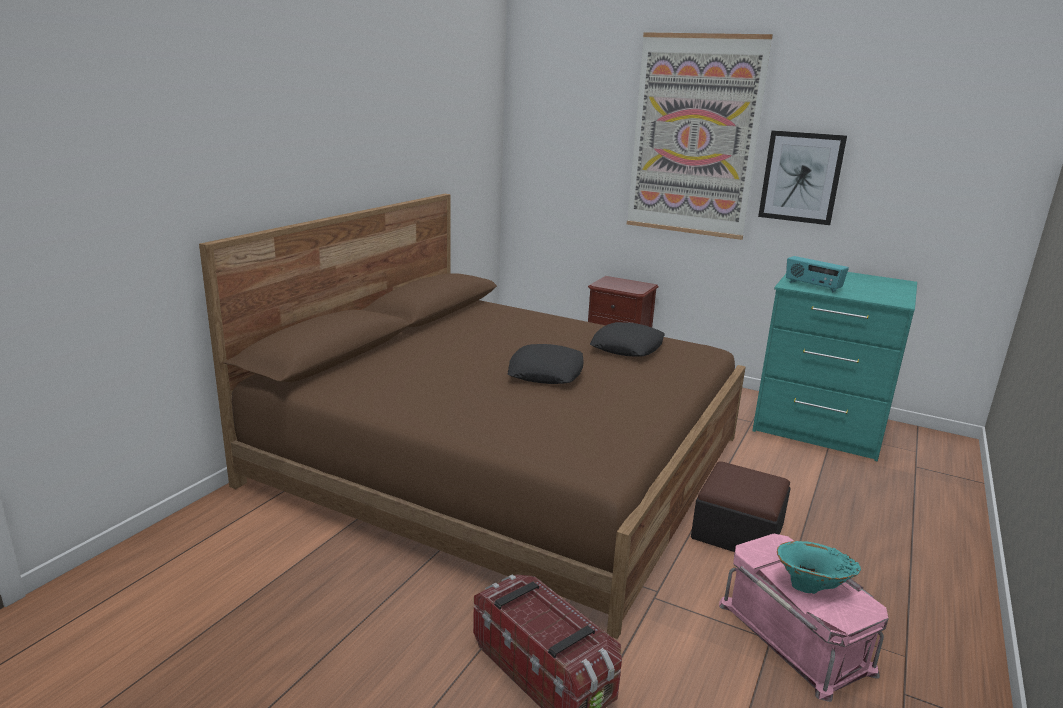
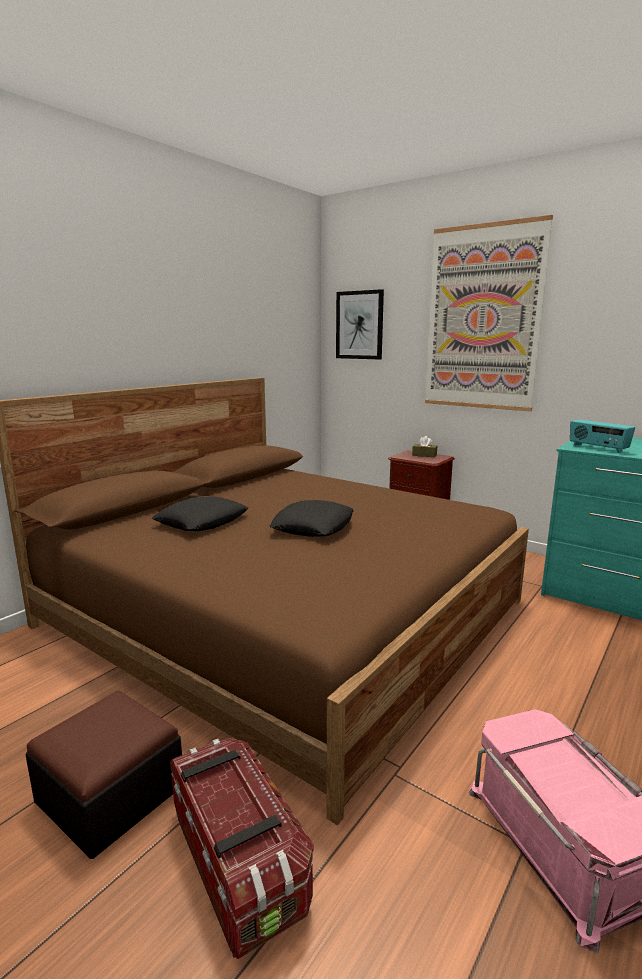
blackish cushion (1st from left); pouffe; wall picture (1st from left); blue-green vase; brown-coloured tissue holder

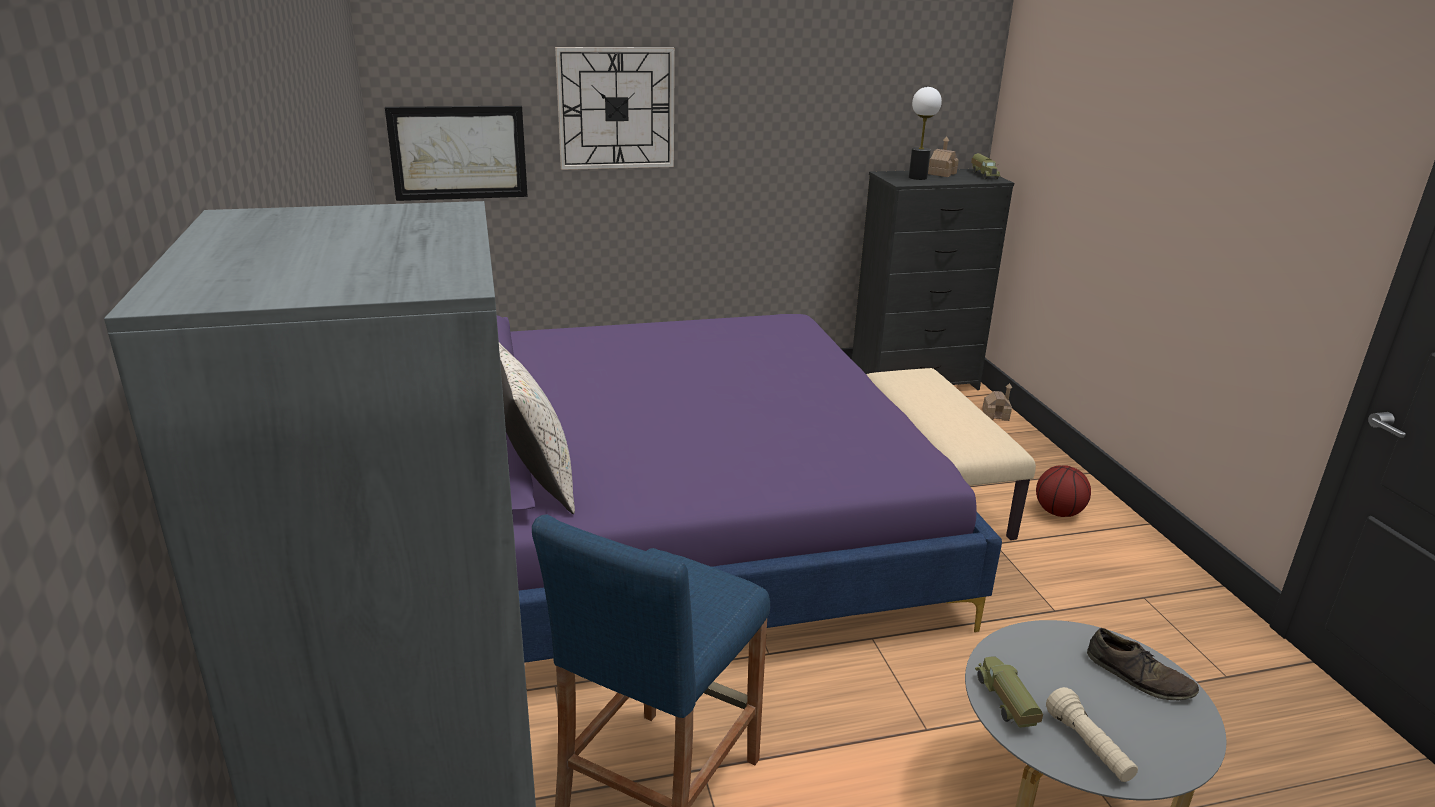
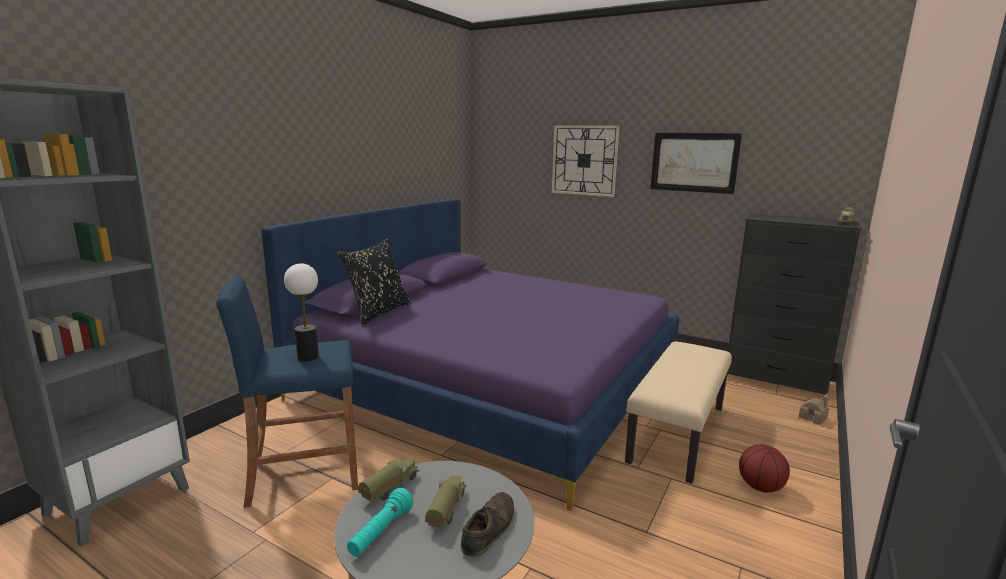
wall picture; blackish cushion; table lamp; toy house (1st from left in the first image); blue-green torch; brown-coloured low shoe; toy lorry (2nd from left)

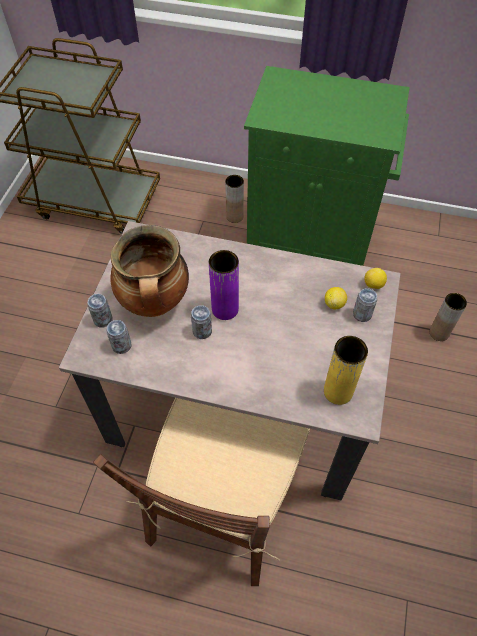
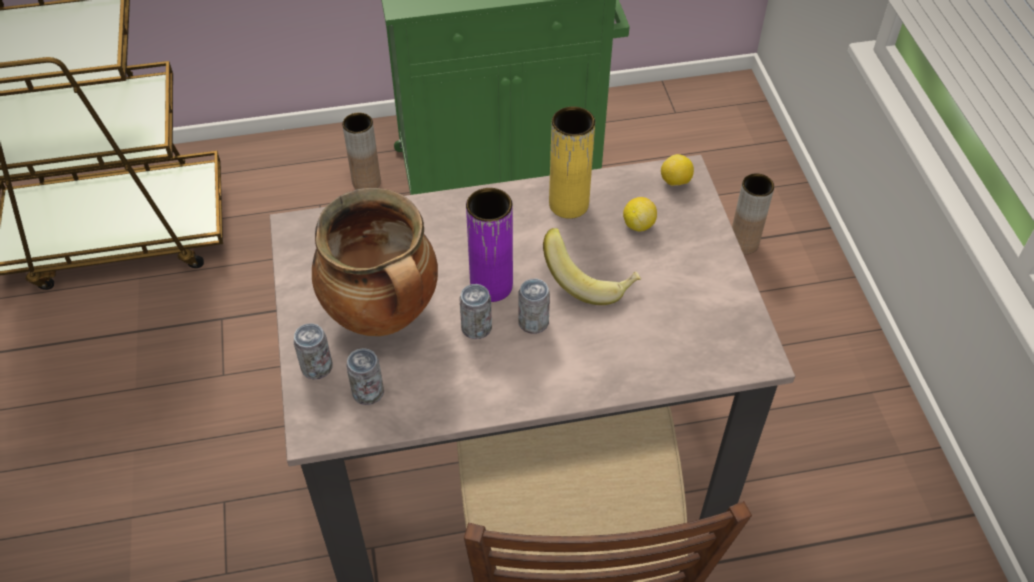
yellowish vase; metal can (4th from left); banana

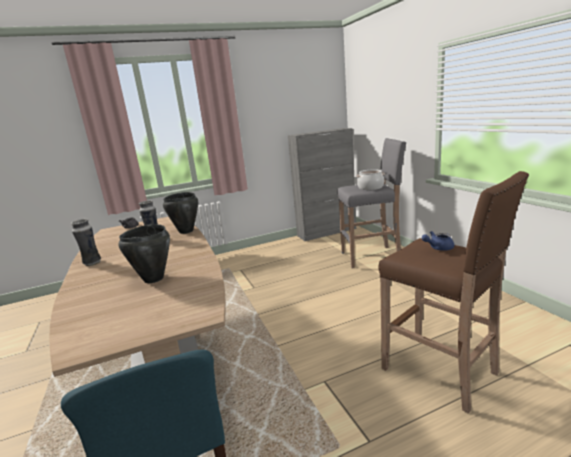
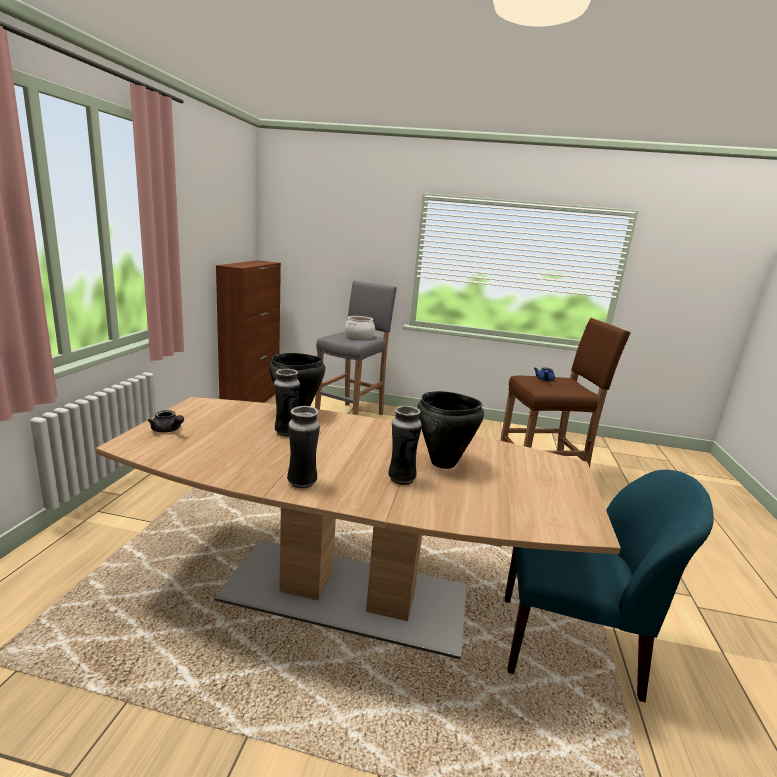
brown-coloured storage cabinet; vase (3rd from left)

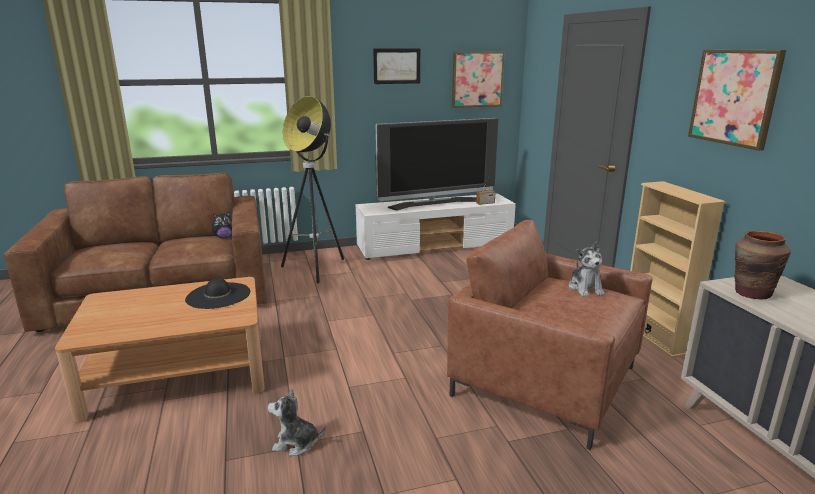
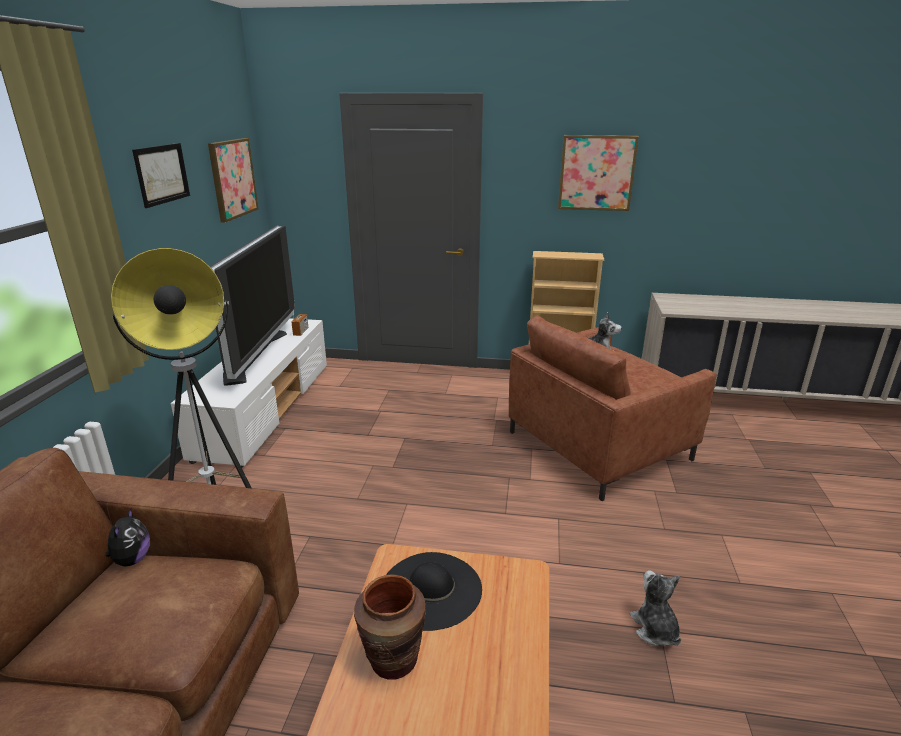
cuddly toy (3rd from left); brown-coloured vase

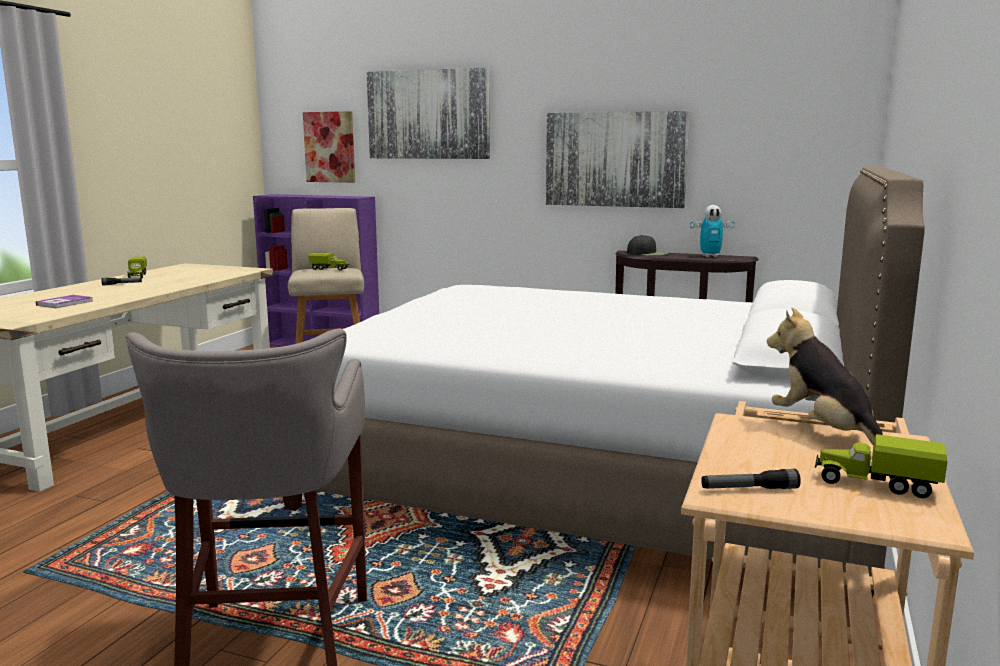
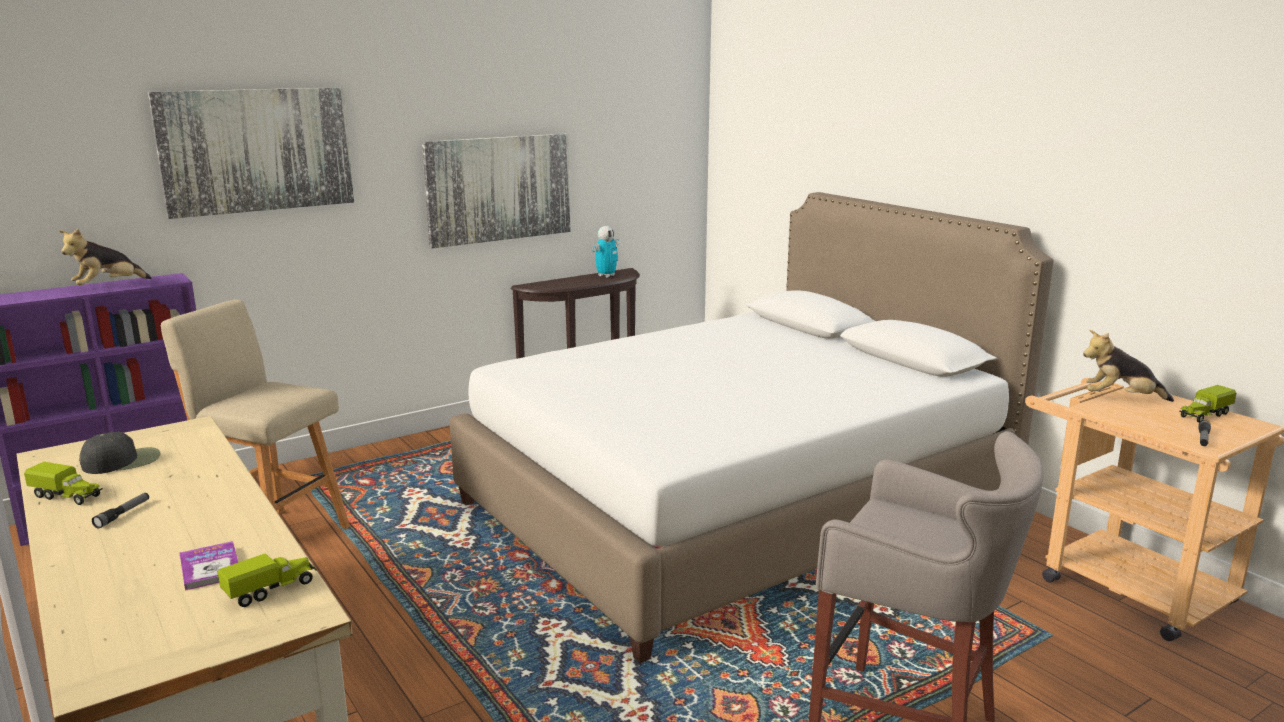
wall picture (1st from left in the first image); toy lorry (2nd from left); blackish cap; cuddly toy (1st from left)

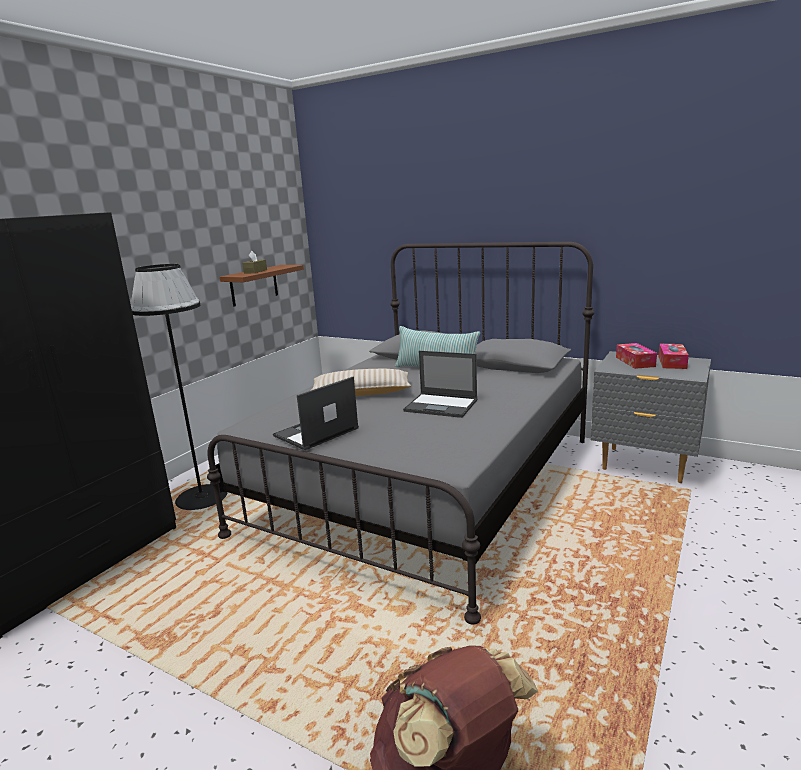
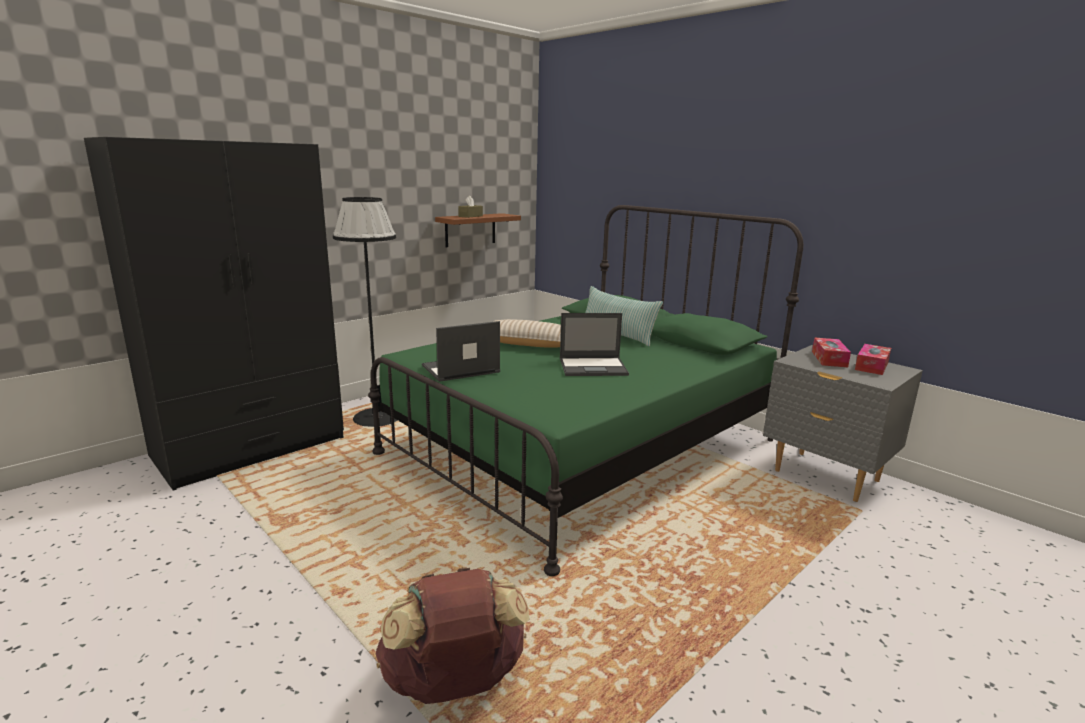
green bedroom bed; portable computer (2nd from left)

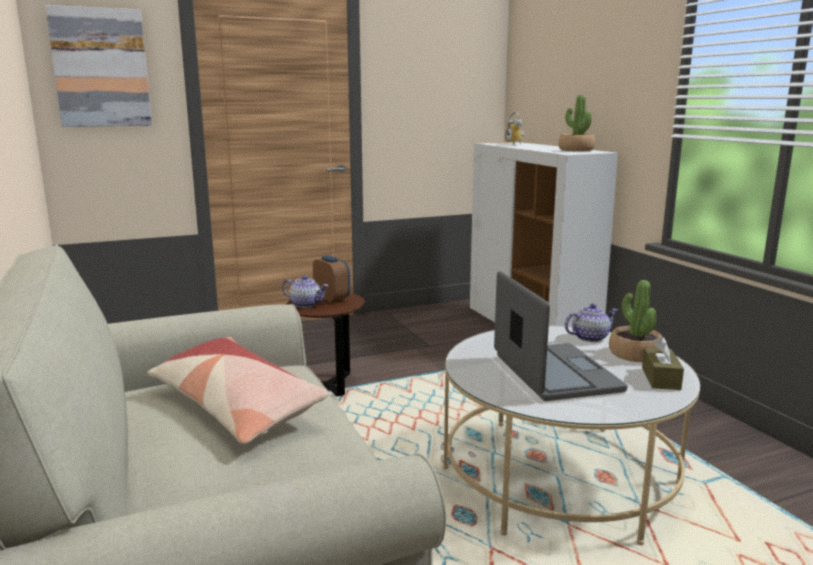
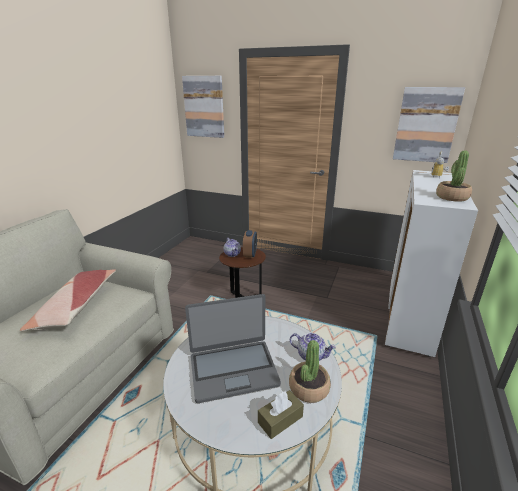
portable computer; wall picture (2nd from left)

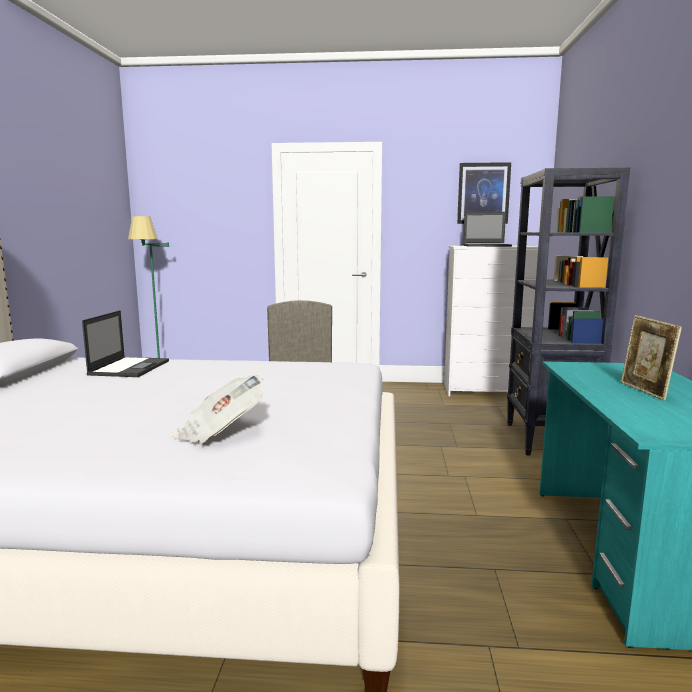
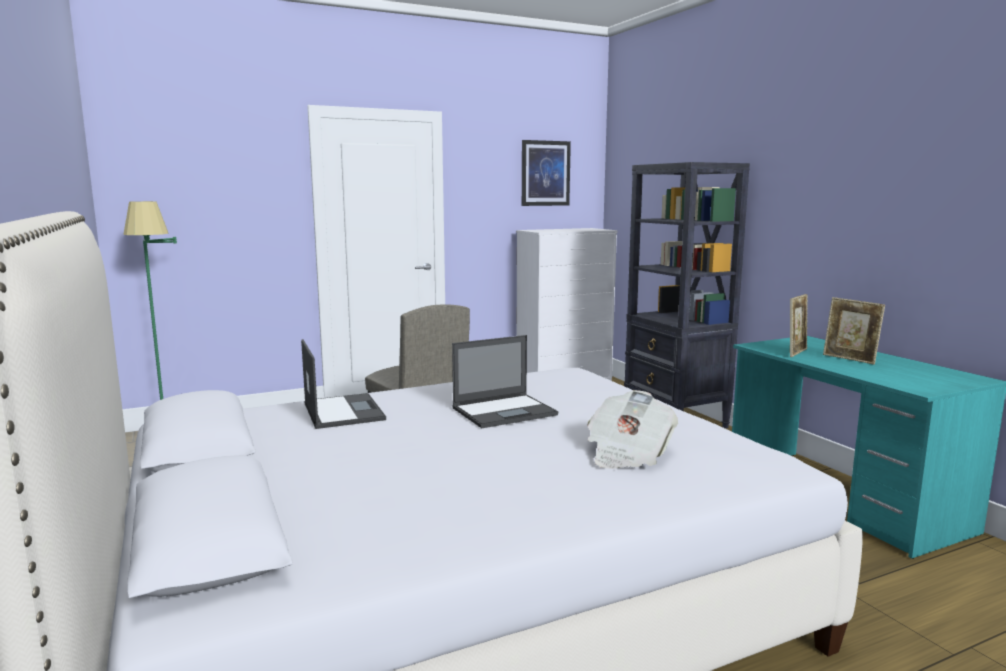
portable computer (2nd from left); photo frame (1st from left)

